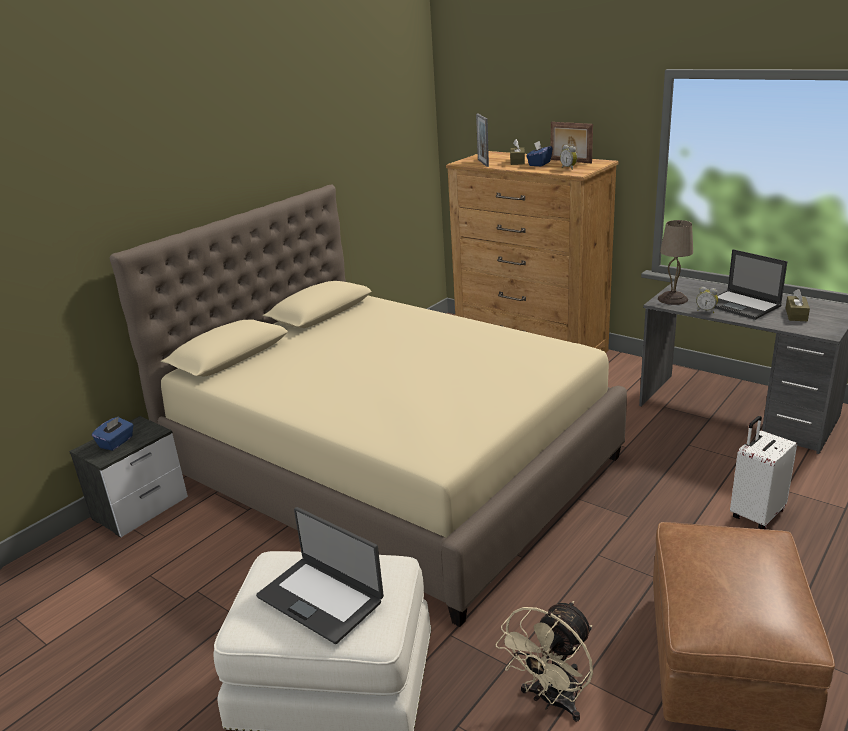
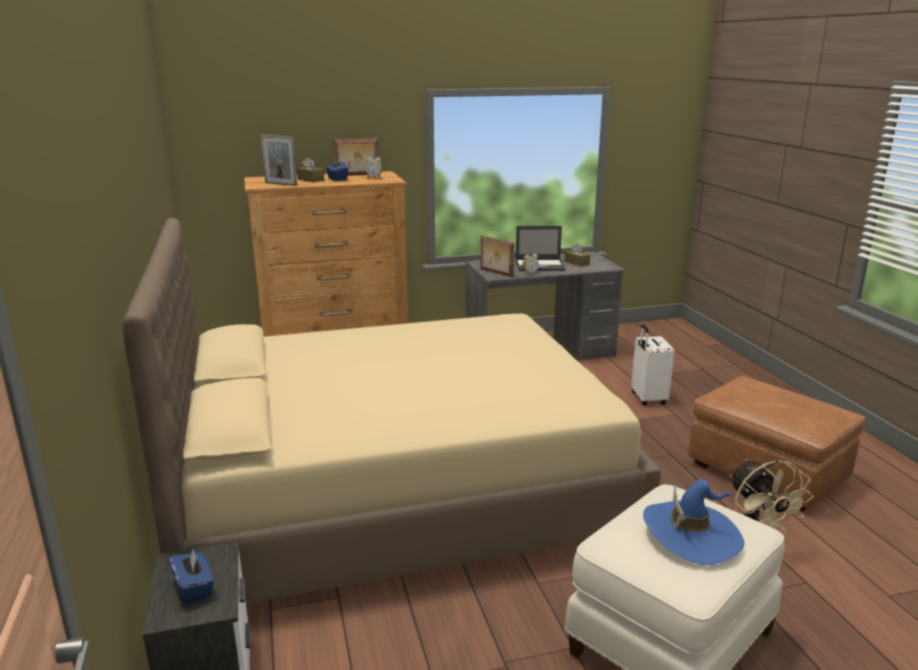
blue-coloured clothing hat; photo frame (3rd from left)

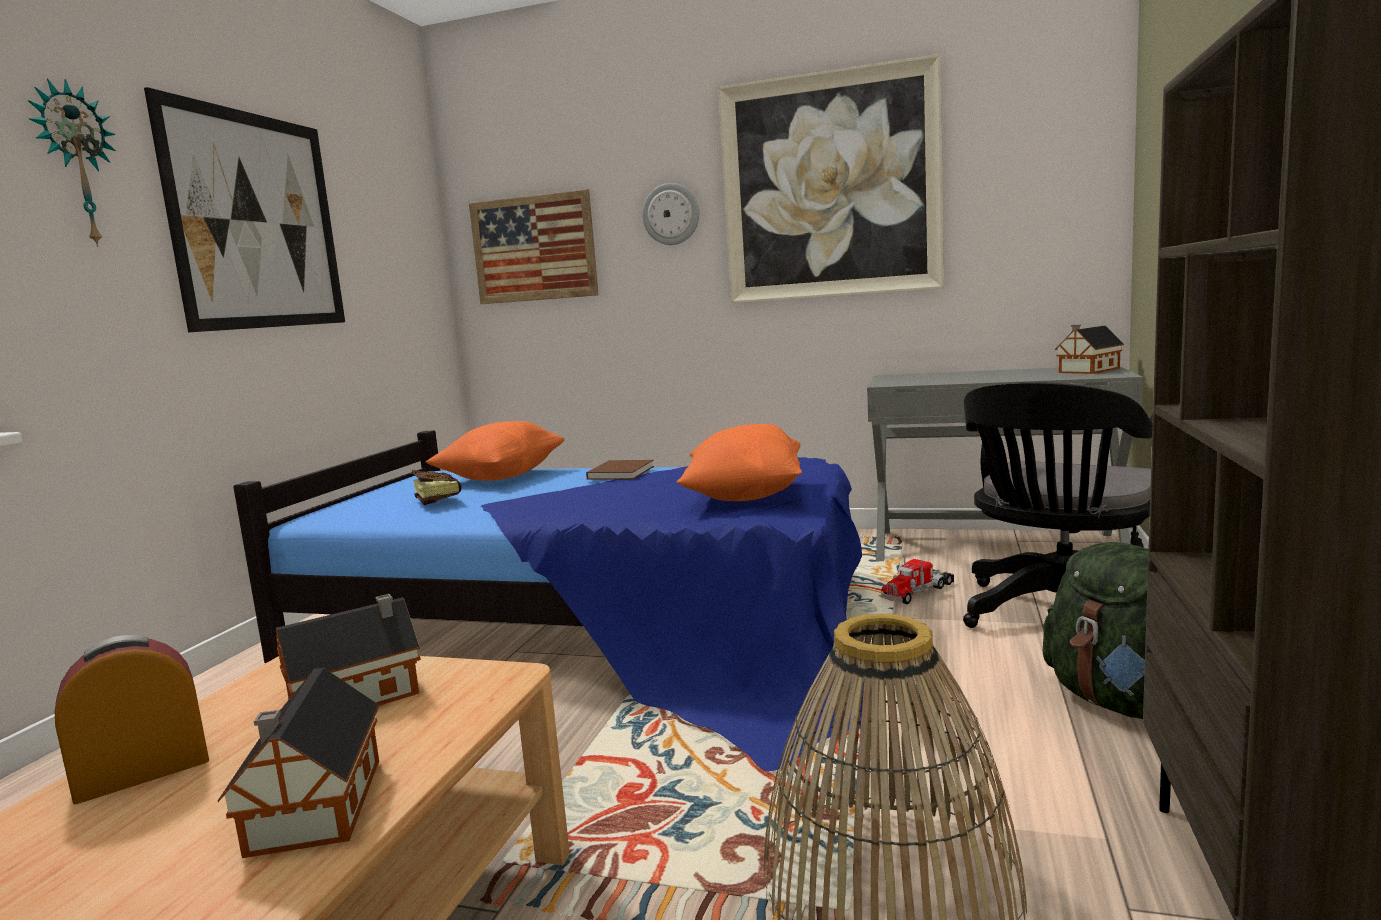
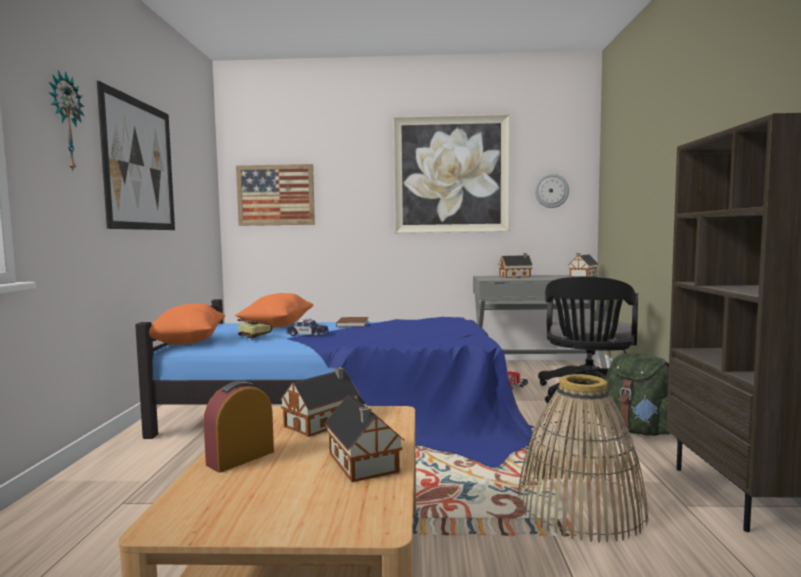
hanging clock (2nd from left); orange-coloured cushion (1st from left); toy car; toy house (3rd from left)

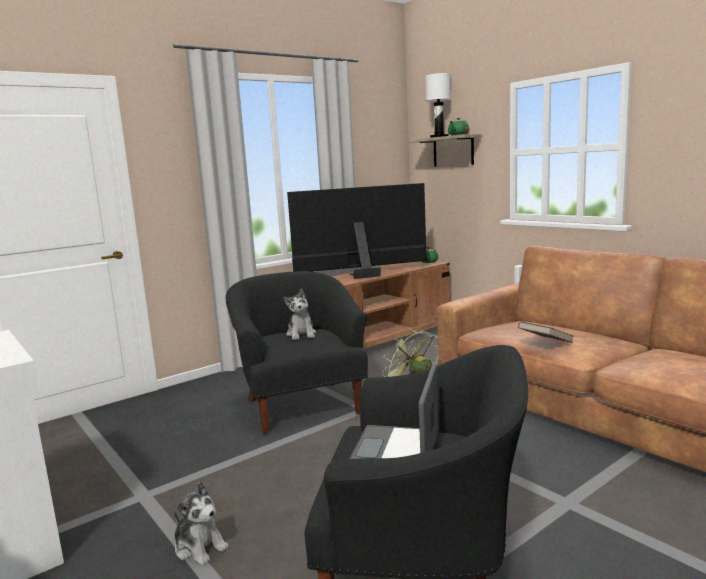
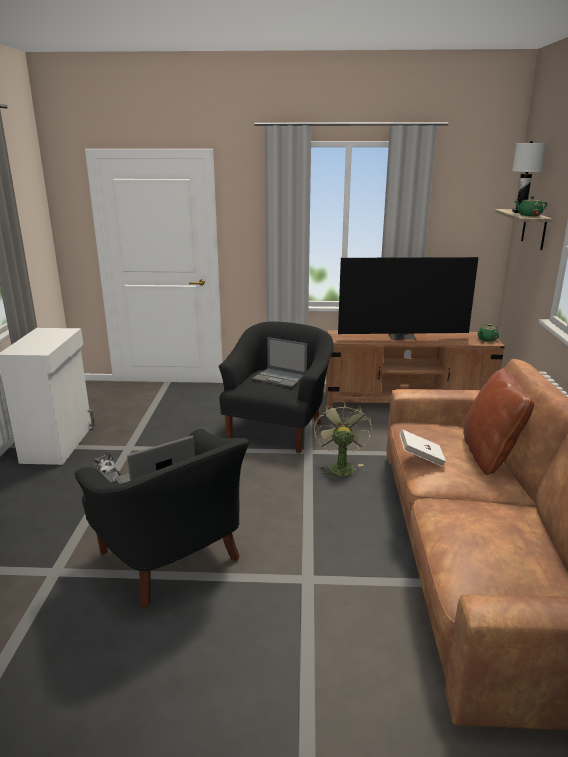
portable computer (2nd from left); television; white book; brown-coloured cushion

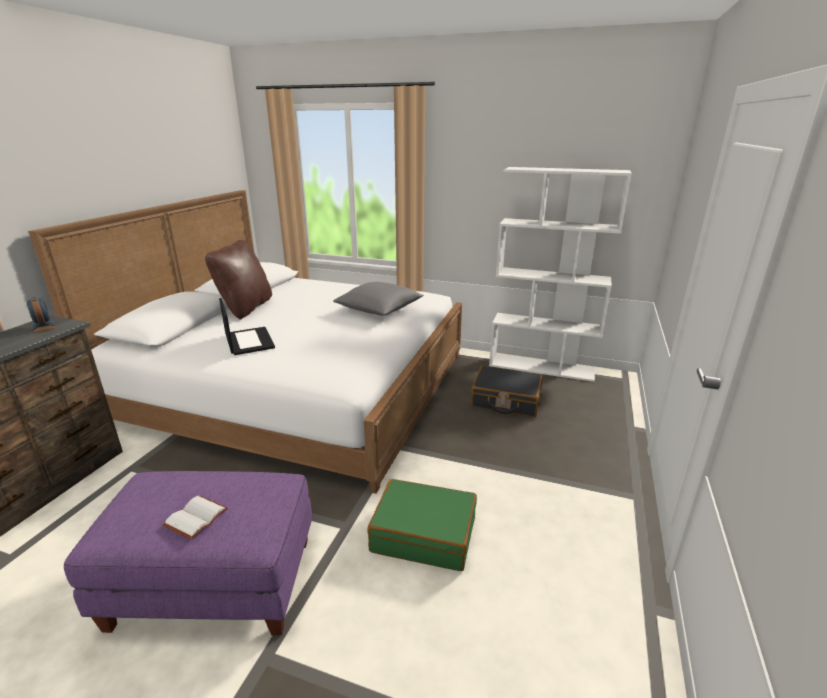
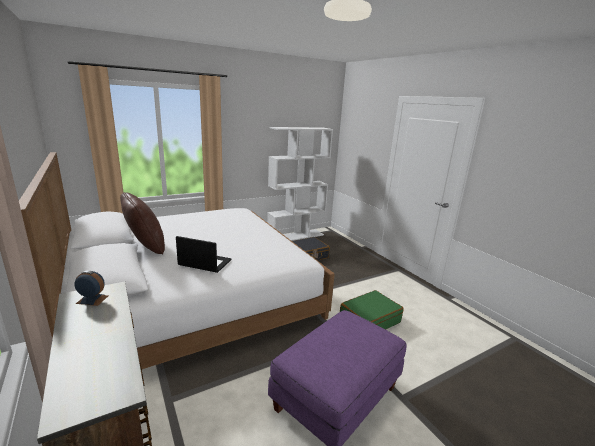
white book; grey cushion

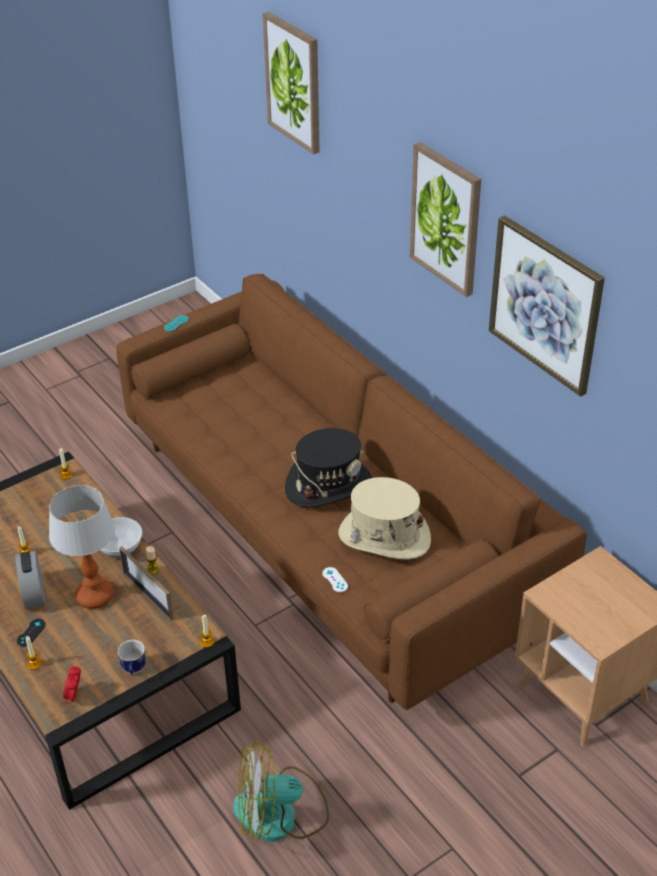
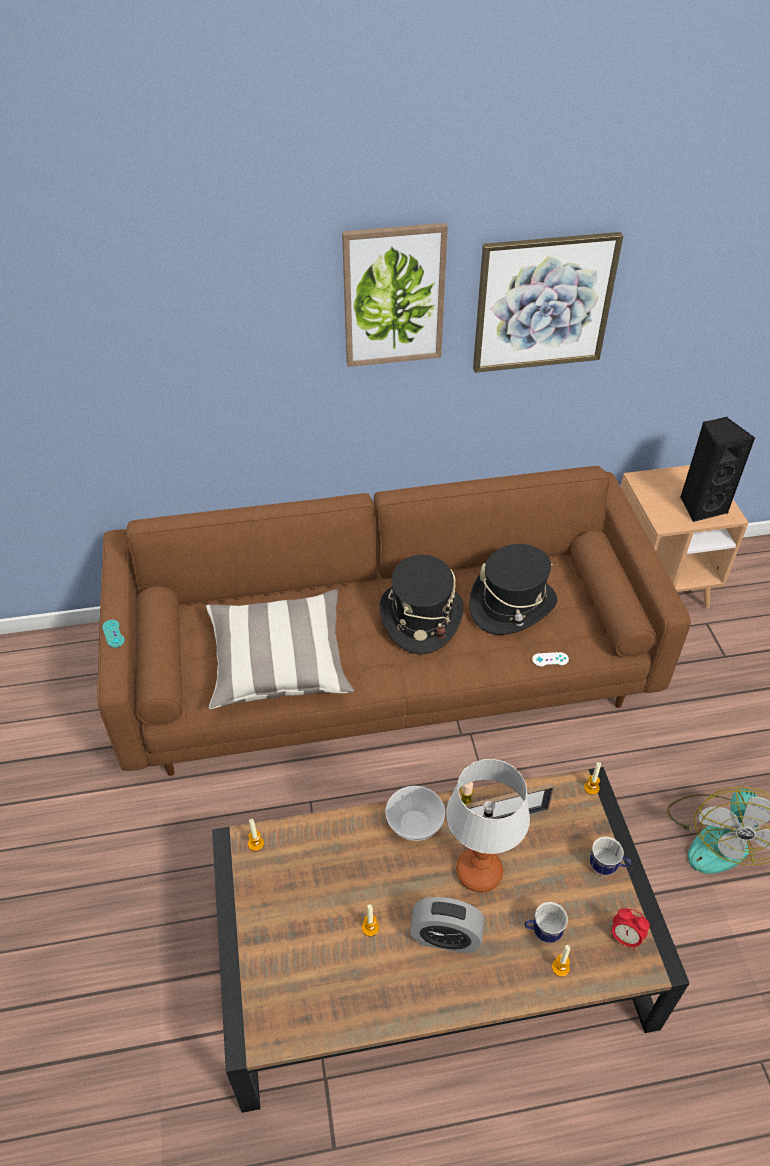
blackish game controller; wall picture (1st from left in the first image); blackish clothing hat (2nd from left); cushion; tea mug (1st from left); blackish speaker

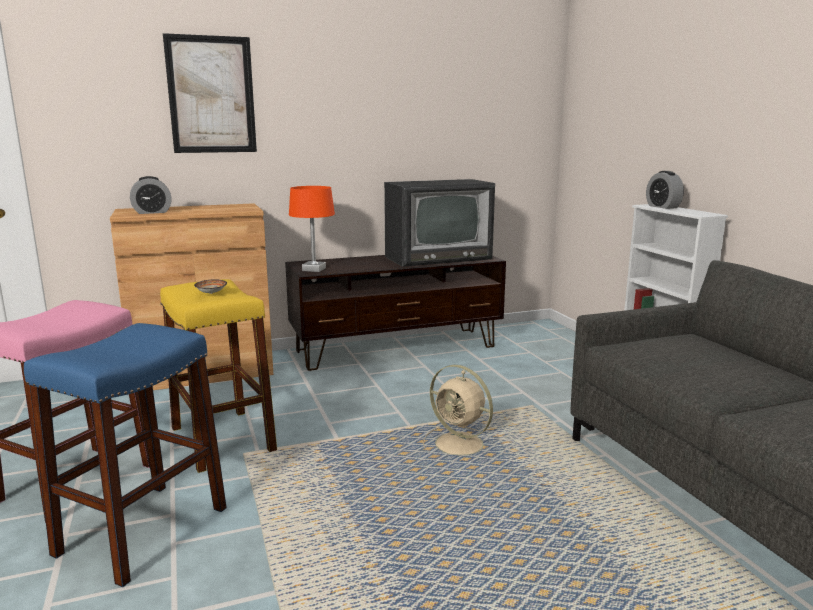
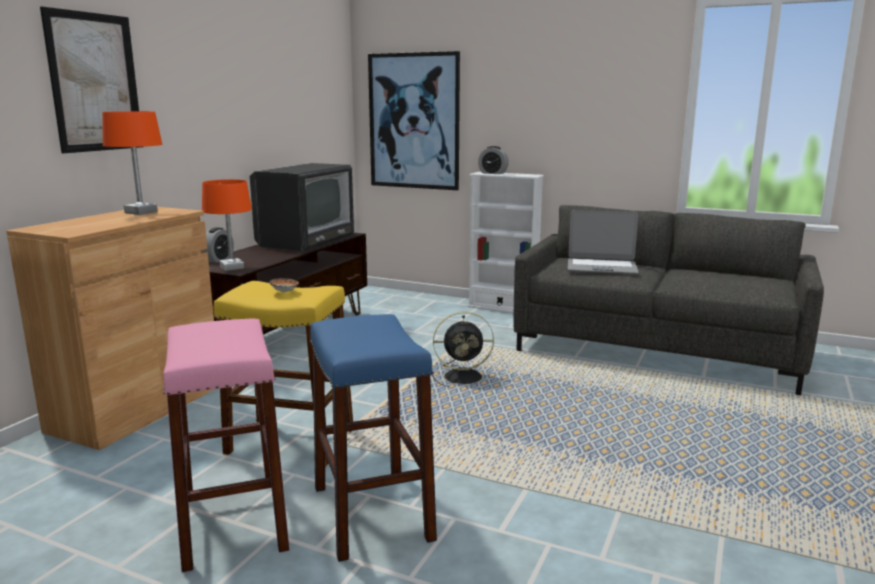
table clock (1st from left); blackish cooling fan; orange-coloured table lamp (1st from left); wall picture (2nd from left); portable computer

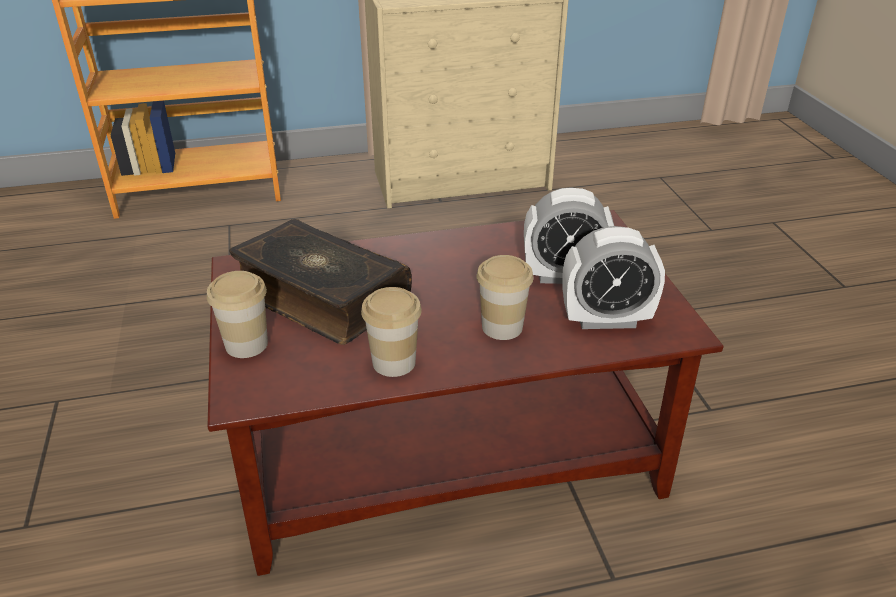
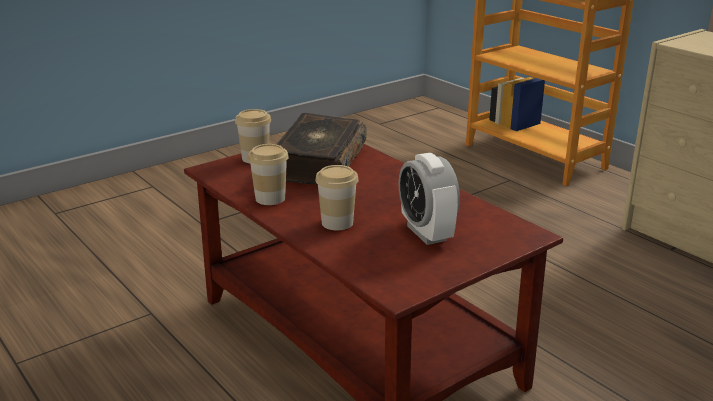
table clock (2nd from left in the first image)

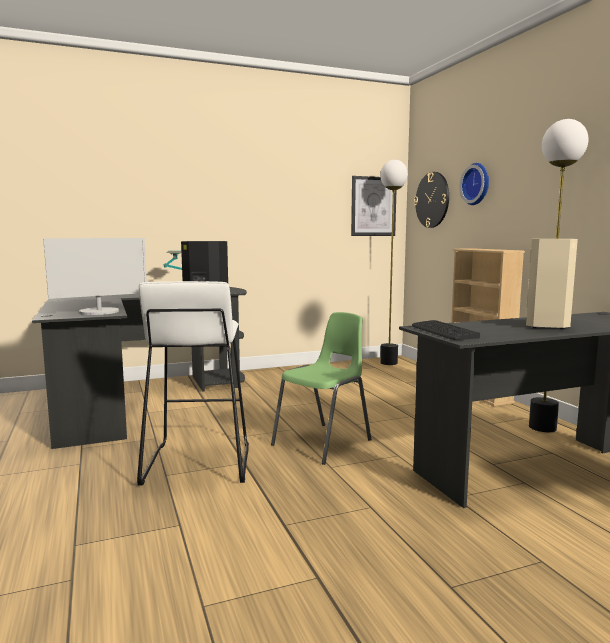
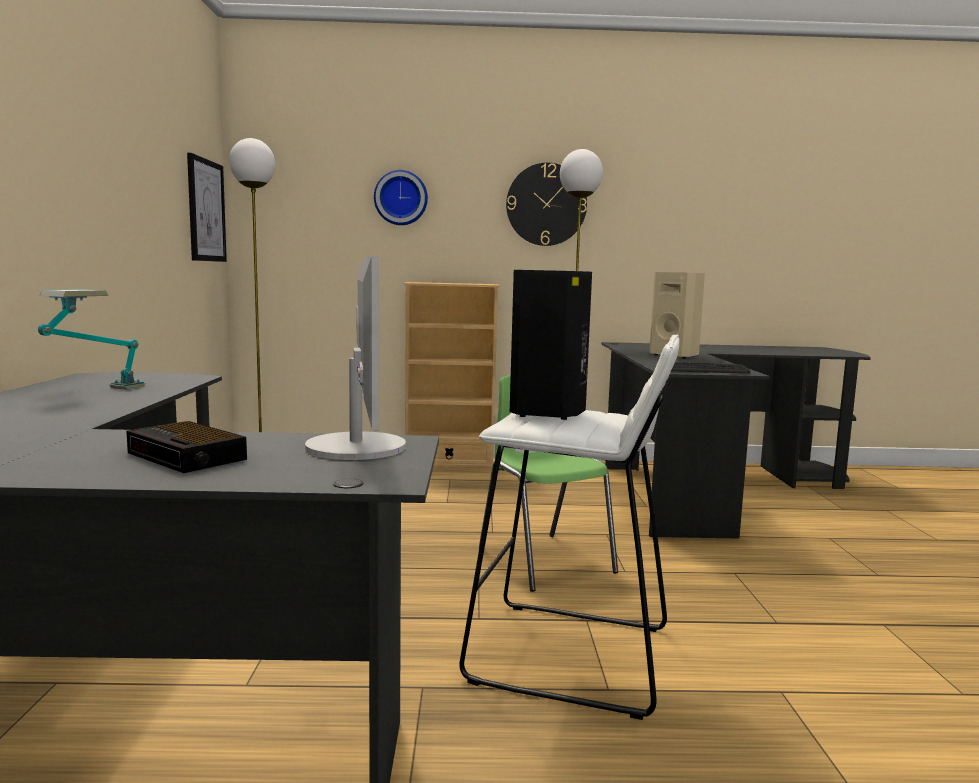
hanging clock (2nd from left); table clock

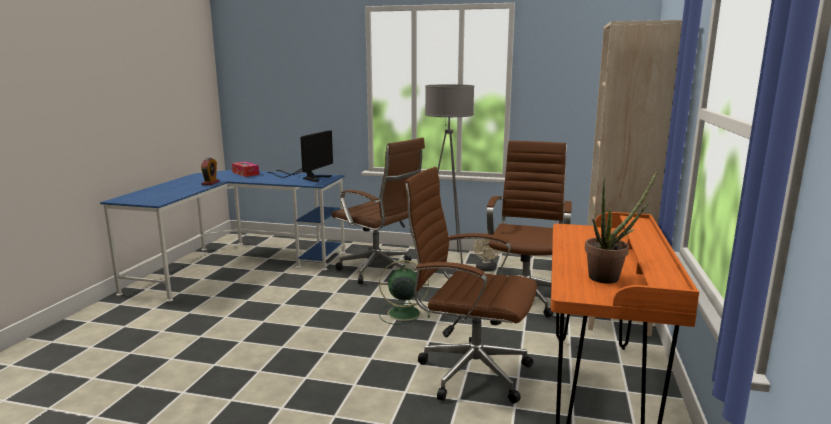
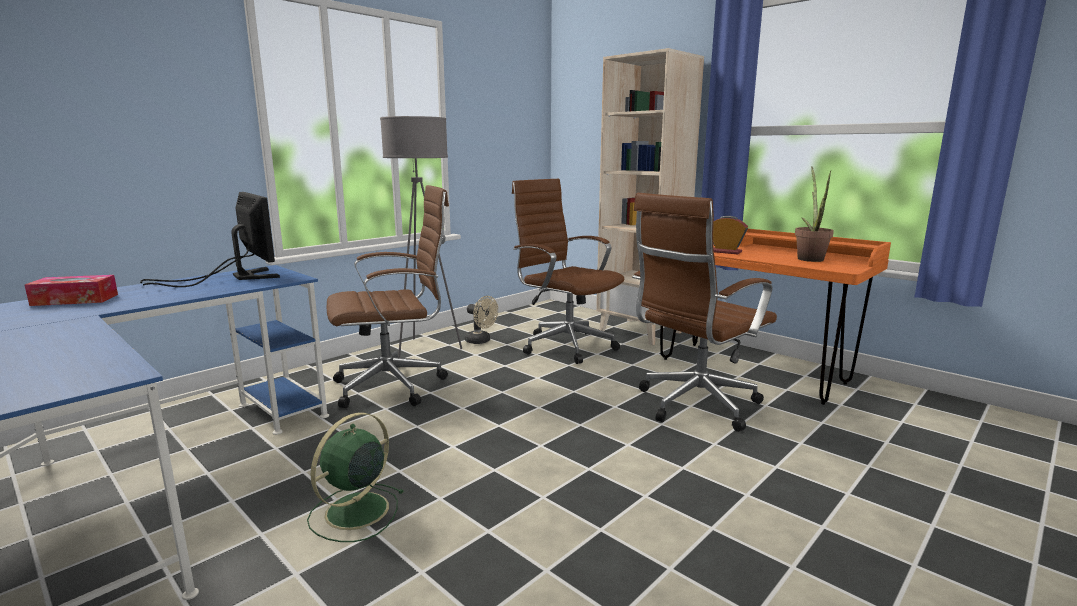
table clock; green cooling fan

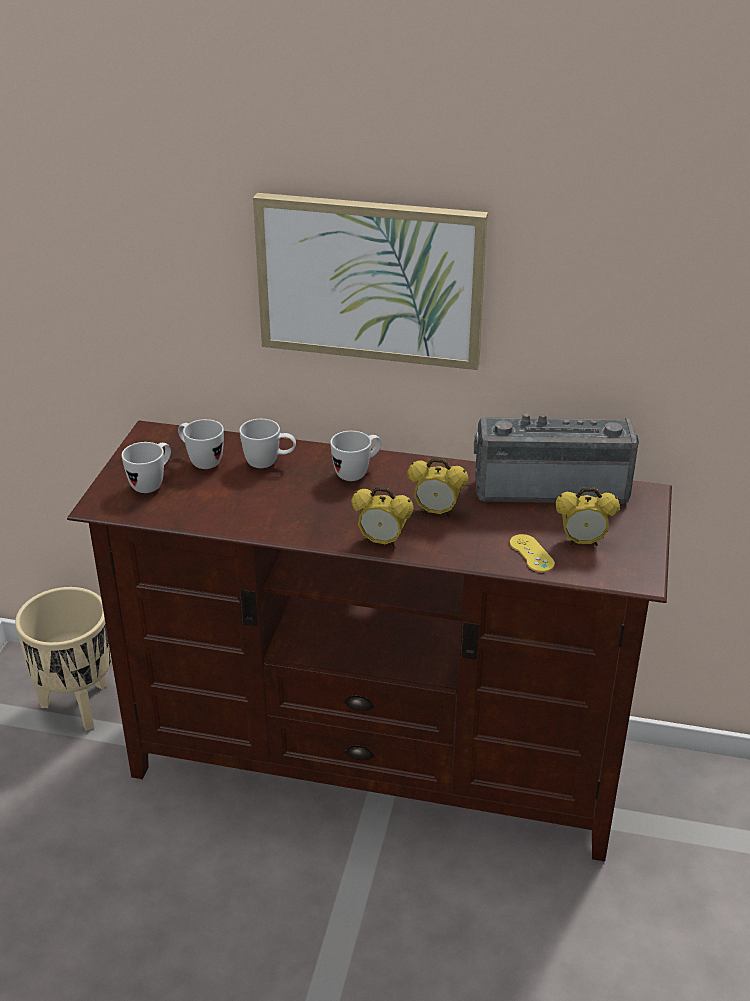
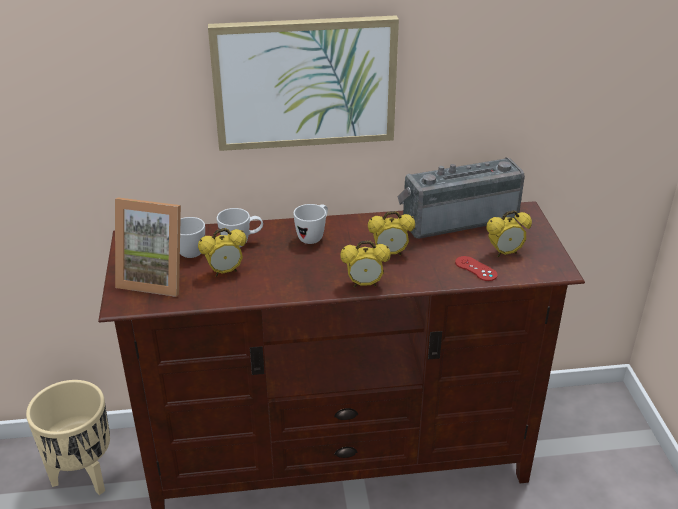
photo frame; reddish game controller; table clock (1st from left)

